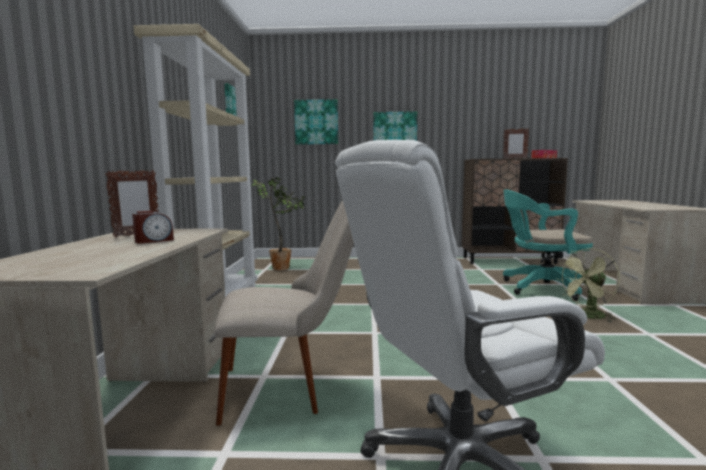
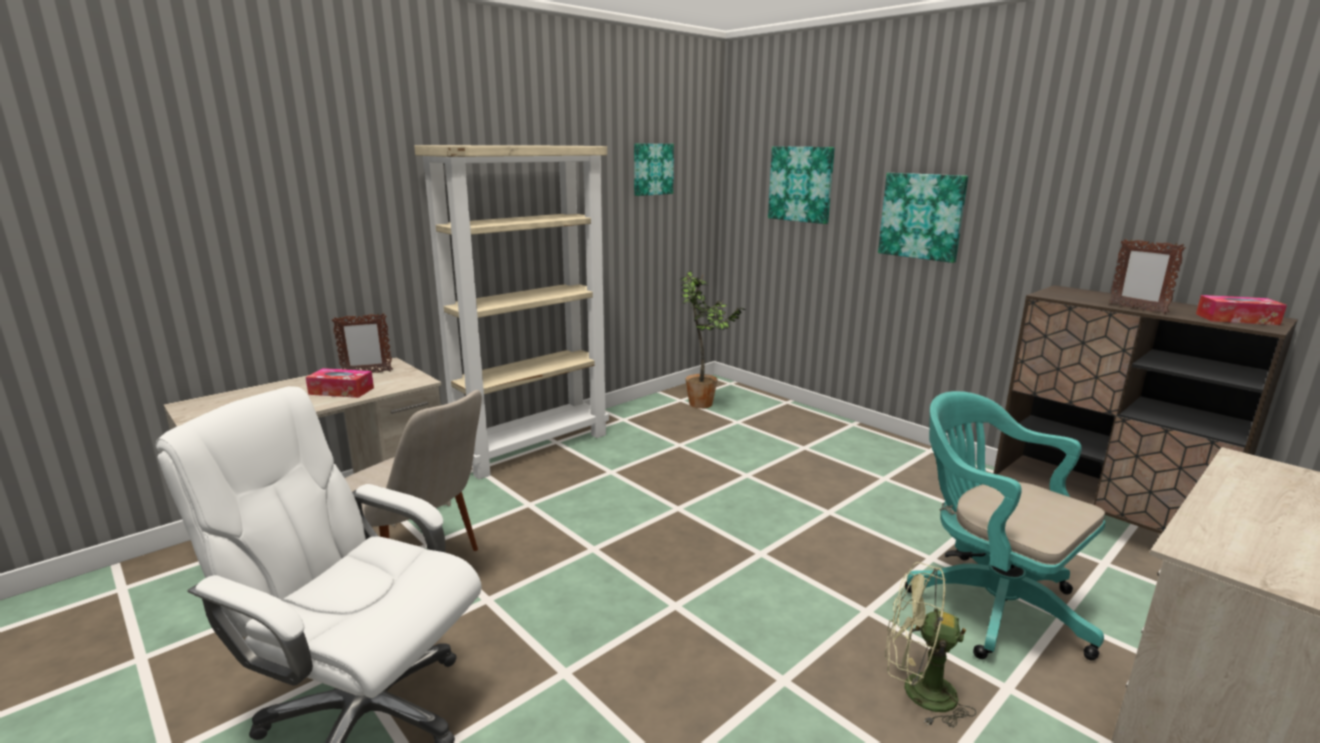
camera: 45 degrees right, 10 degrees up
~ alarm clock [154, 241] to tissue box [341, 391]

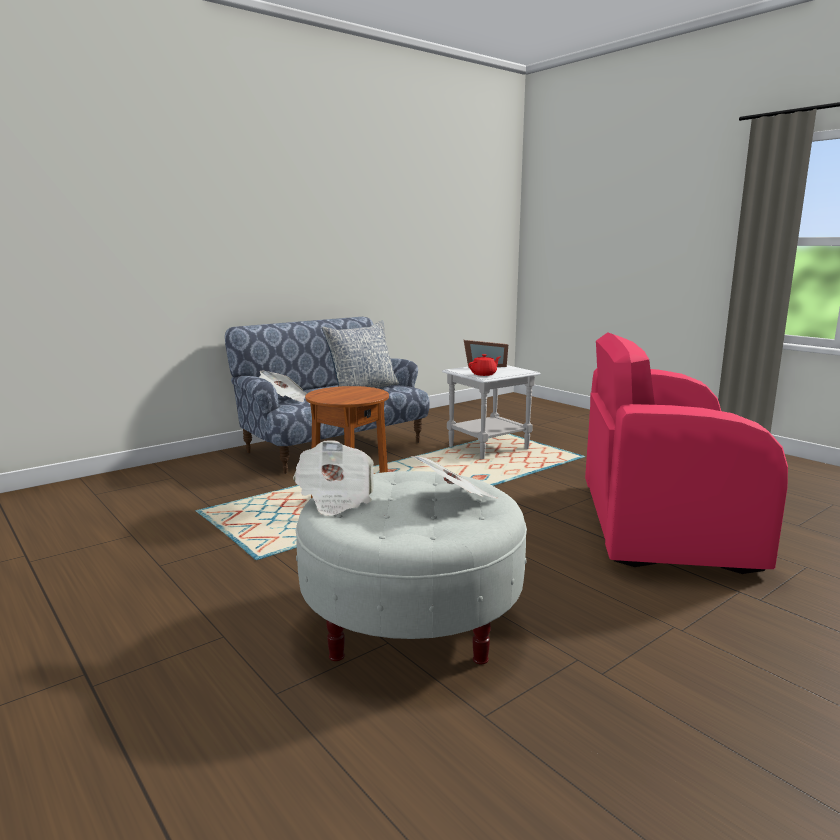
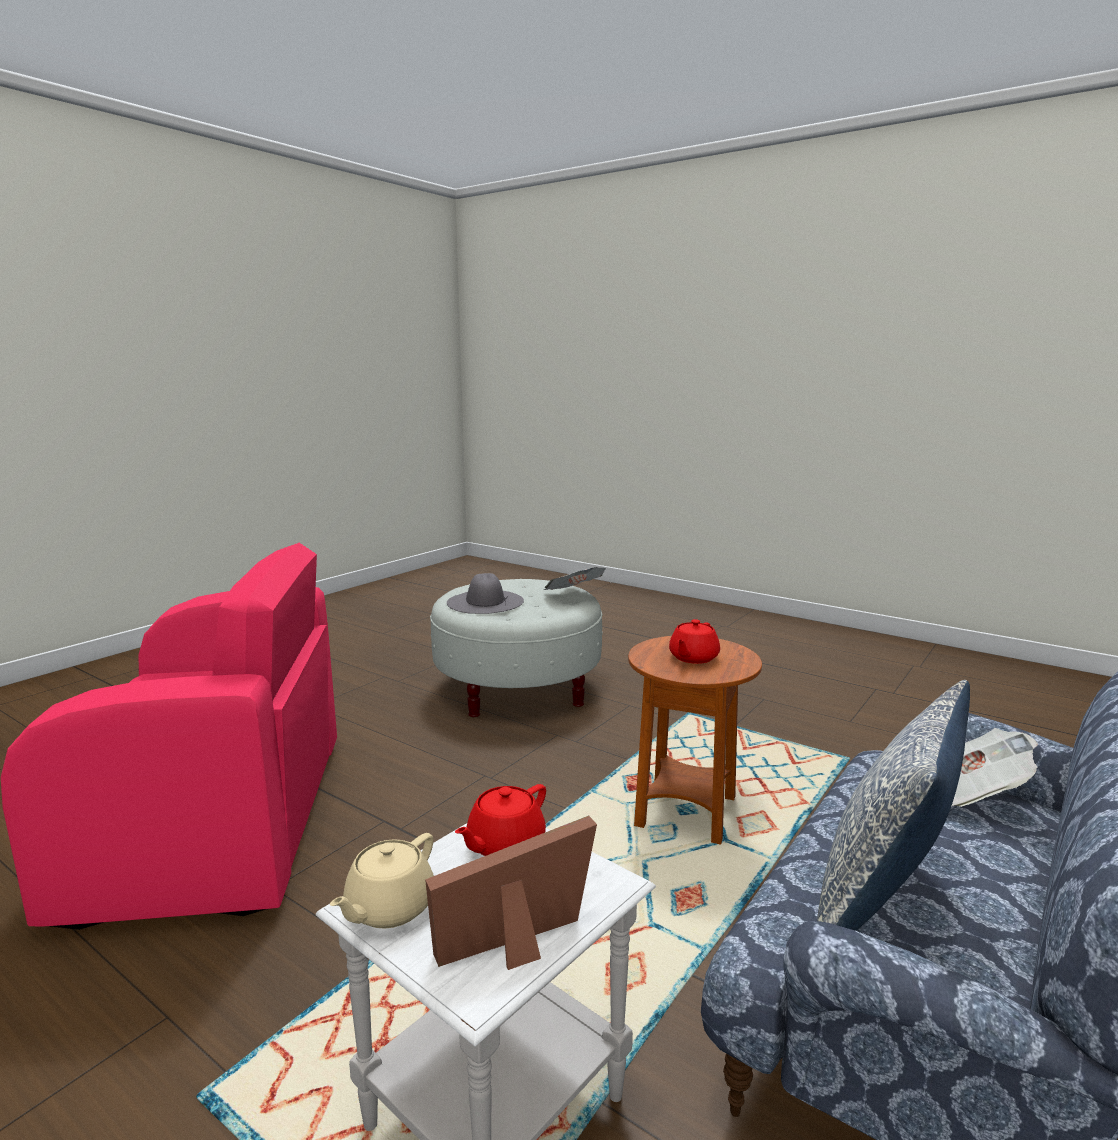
camera: 165 degrees right, 0 degrees up
~ newspaper [454, 499] to hat (grey) [485, 601]
+ teapot (beige) [388, 908]
+ teapot (red) [693, 658]

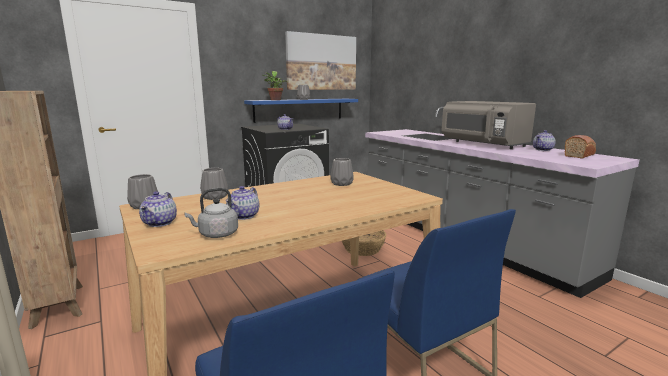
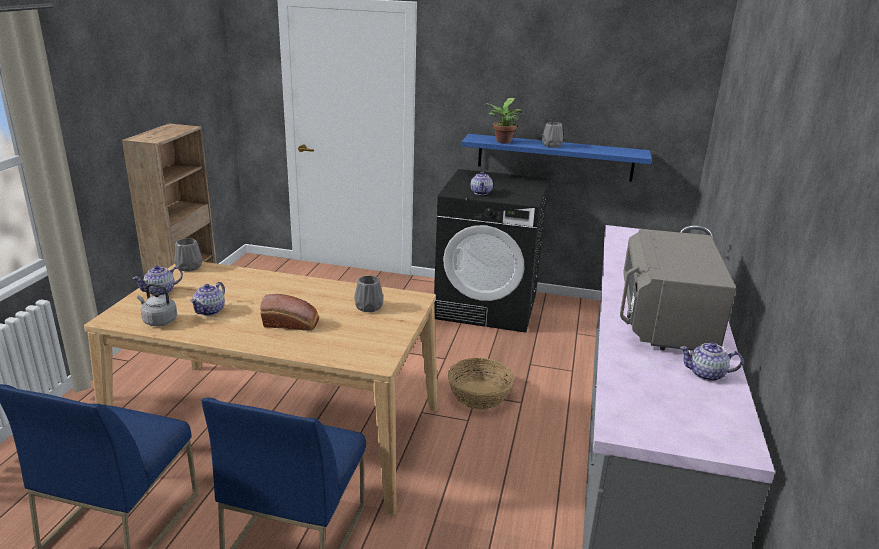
camera: 45 degrees right, 10 degrees up
- vase (grey) [214, 197]
~ teapot [244, 216] = [210, 311] 45 degrees counterclockwise
- picture [321, 62]
~ bread [580, 155] to [292, 324]

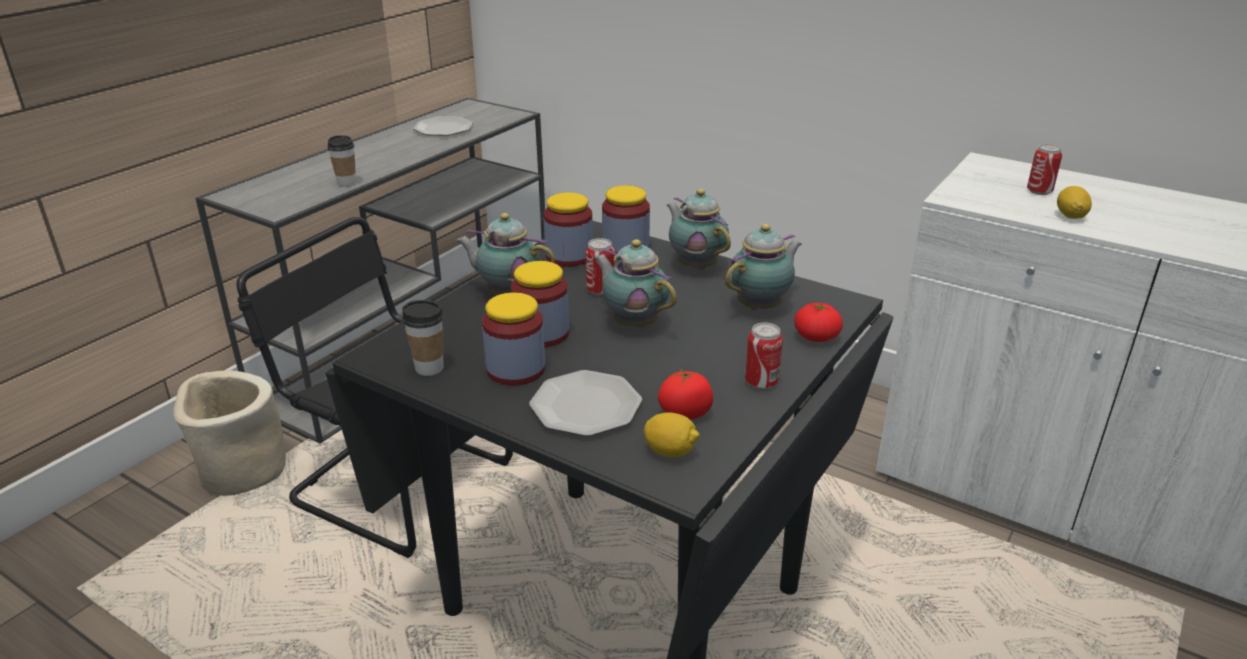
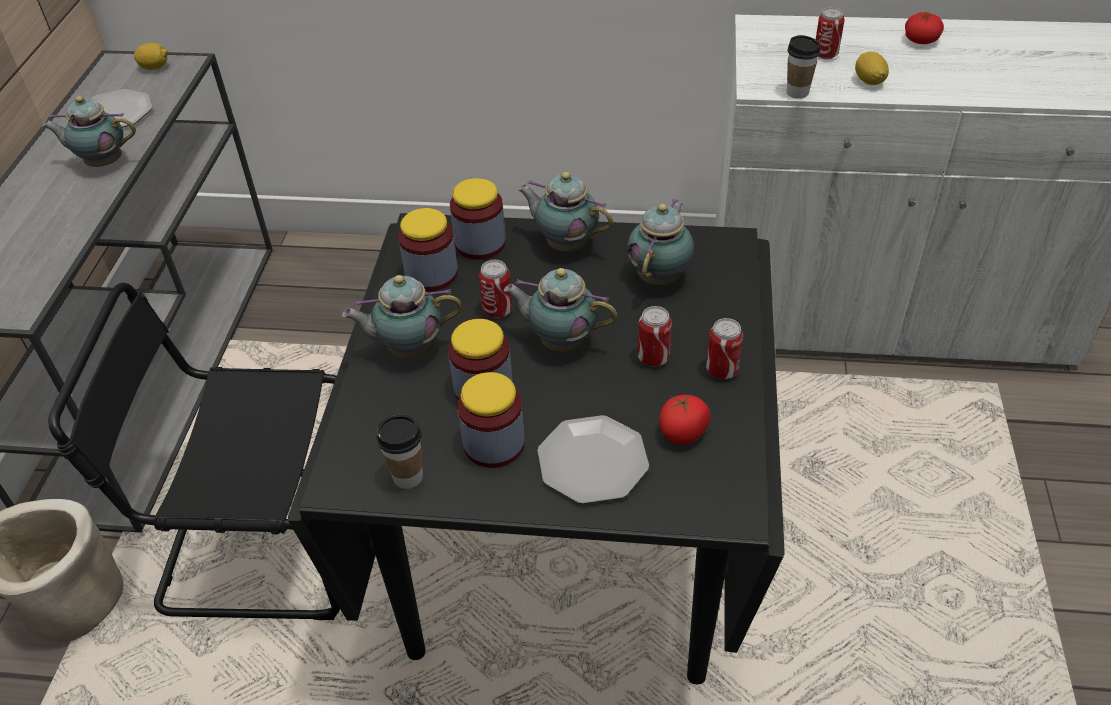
camera: 25 degrees left, 15 degrees up
~ cup [346, 183] to [797, 92]
~ lemon [670, 451] to [155, 67]
~ tomato [816, 337] to [921, 40]
+ teapot [103, 163]
+ can [653, 358]

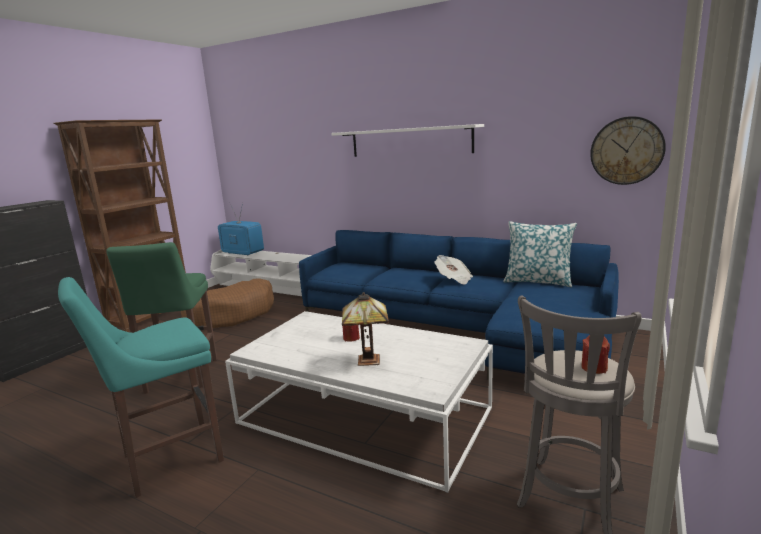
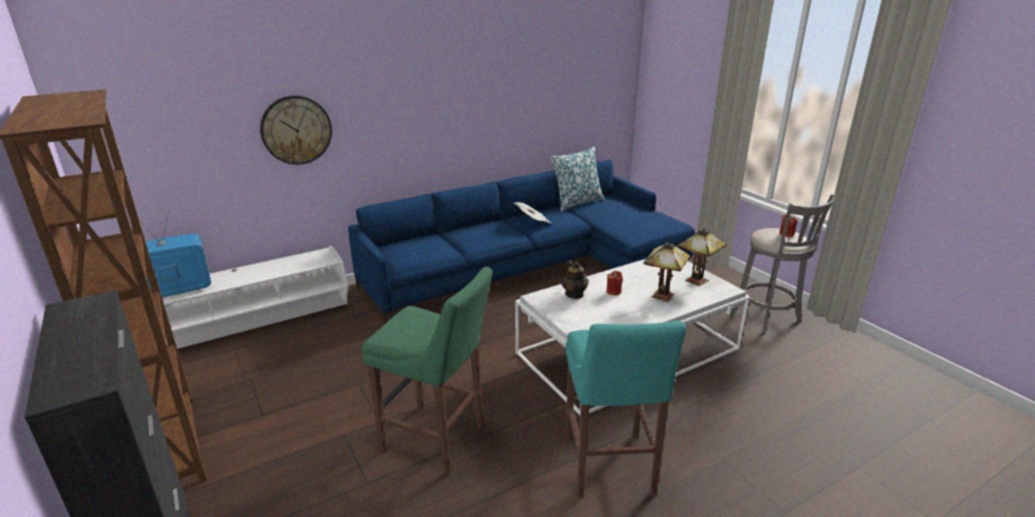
camera: 60 degrees left, 10 degrees up
- dog bed (brown) [232, 314]
- shelf (white) [410, 141]
~ wall clock [626, 151] to [296, 130]
+ teapot [574, 294]
+ table lamp [696, 281]

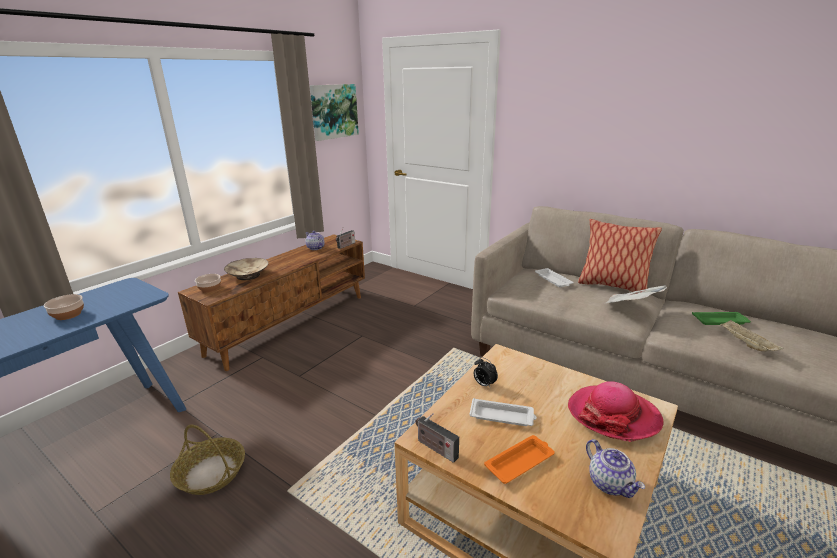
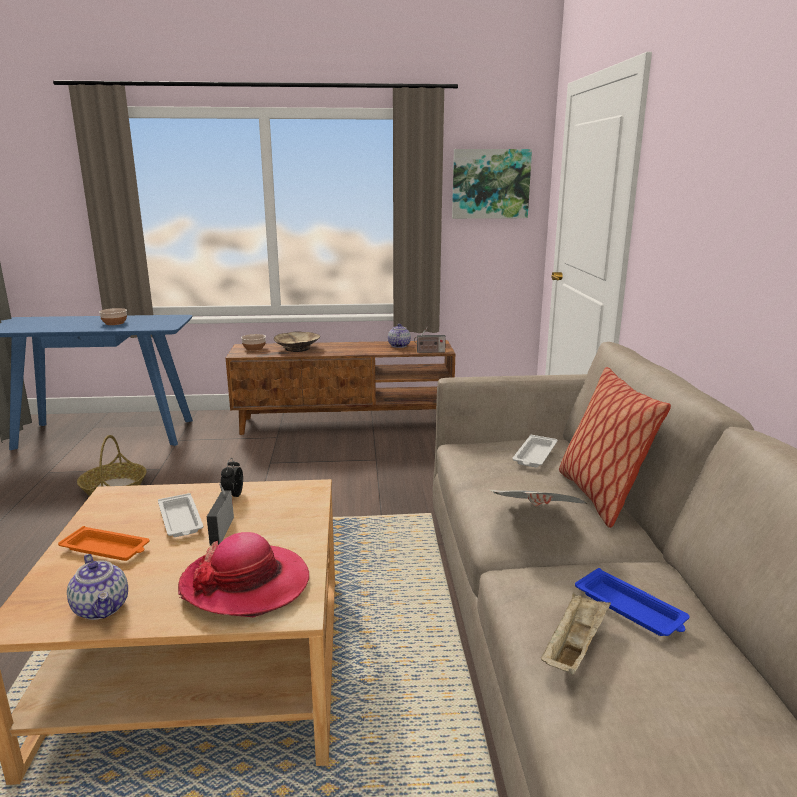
camera: 50 degrees right, 5 degrees down
~ radio [435, 448] to [222, 529]
~ teapot [610, 484] = [102, 608] 60 degrees counterclockwise
~ tray (green) [720, 321] to tray (blue) [631, 609]

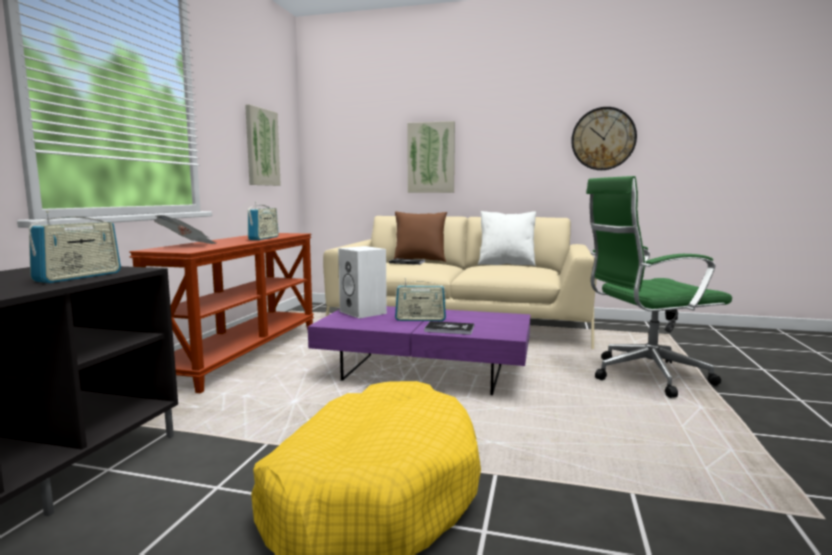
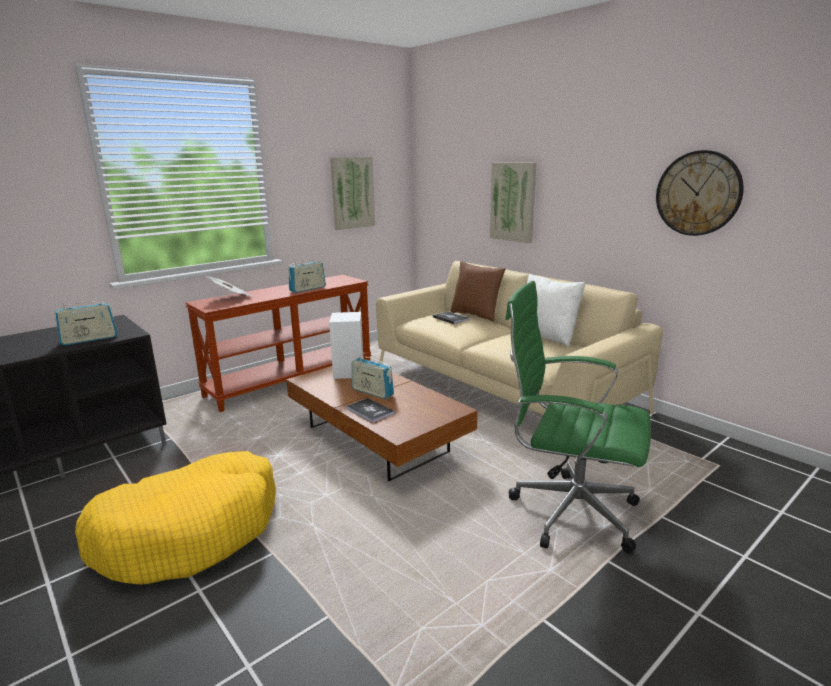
camera: 35 degrees right, 10 degrees up
~ coffee table (purple) [424, 373] to coffee table (brown) [378, 439]

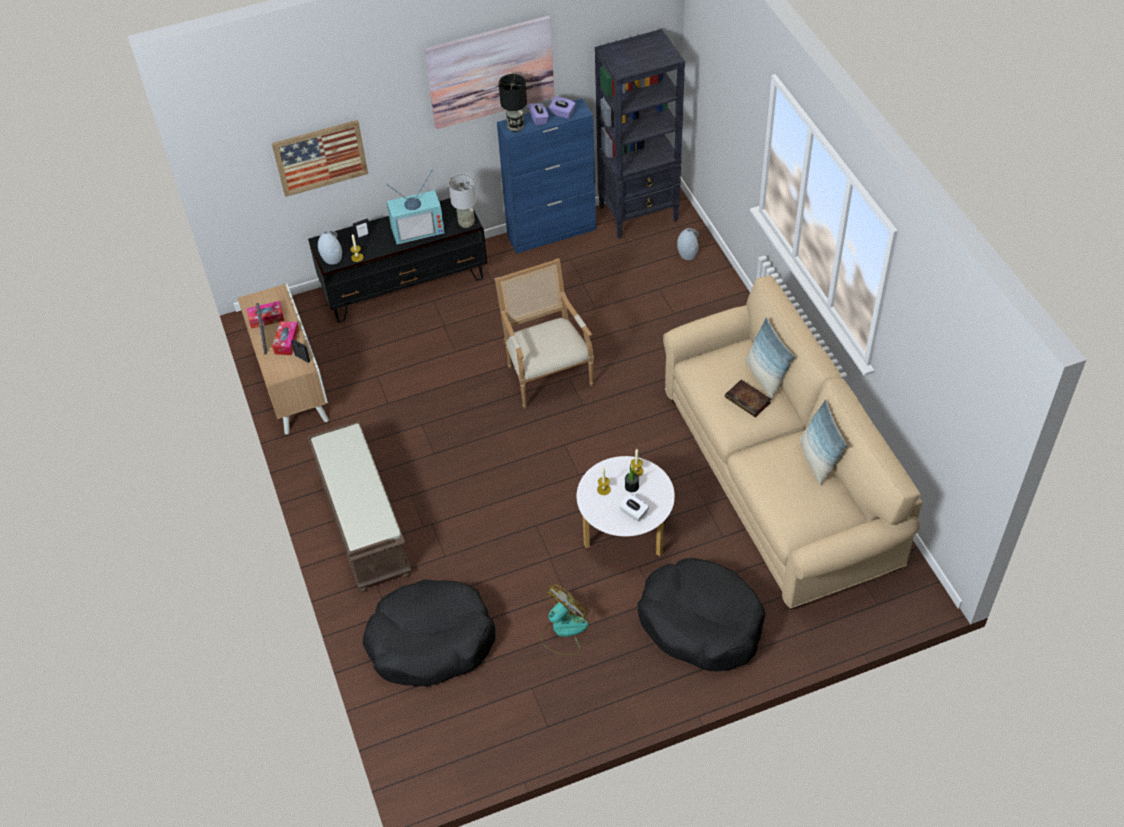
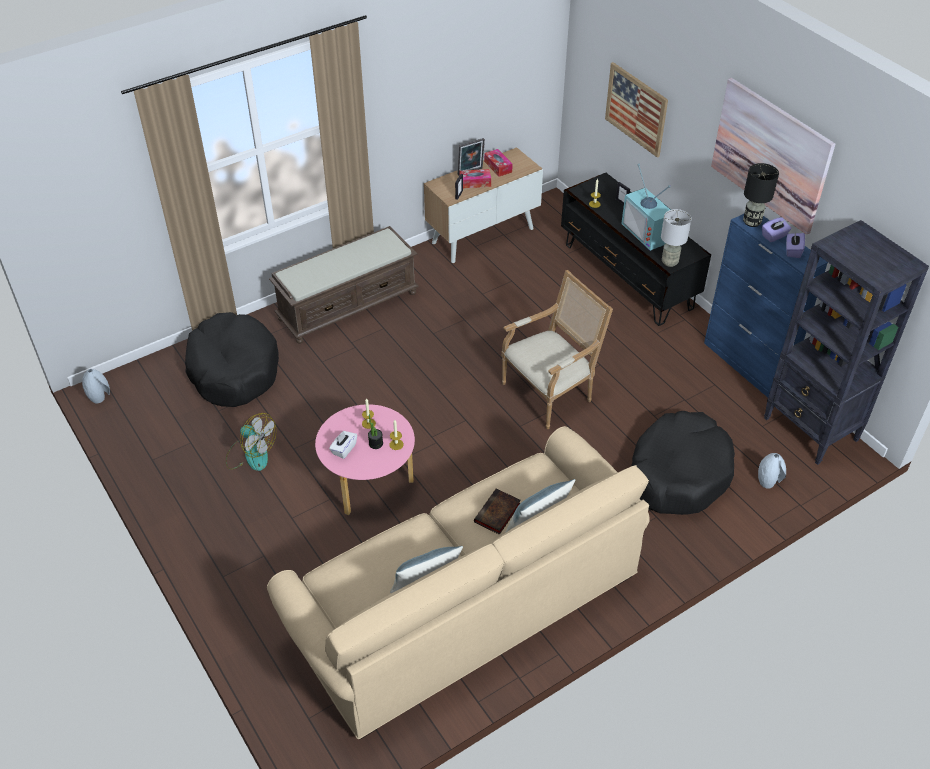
camera: 75 degrees right, 5 degrees down
~ vase (grey) [332, 258] to [100, 396]
~ coffee table (white) [625, 532] to coffee table (pink) [369, 482]
~ dog bed (black) [701, 623] to [678, 473]

